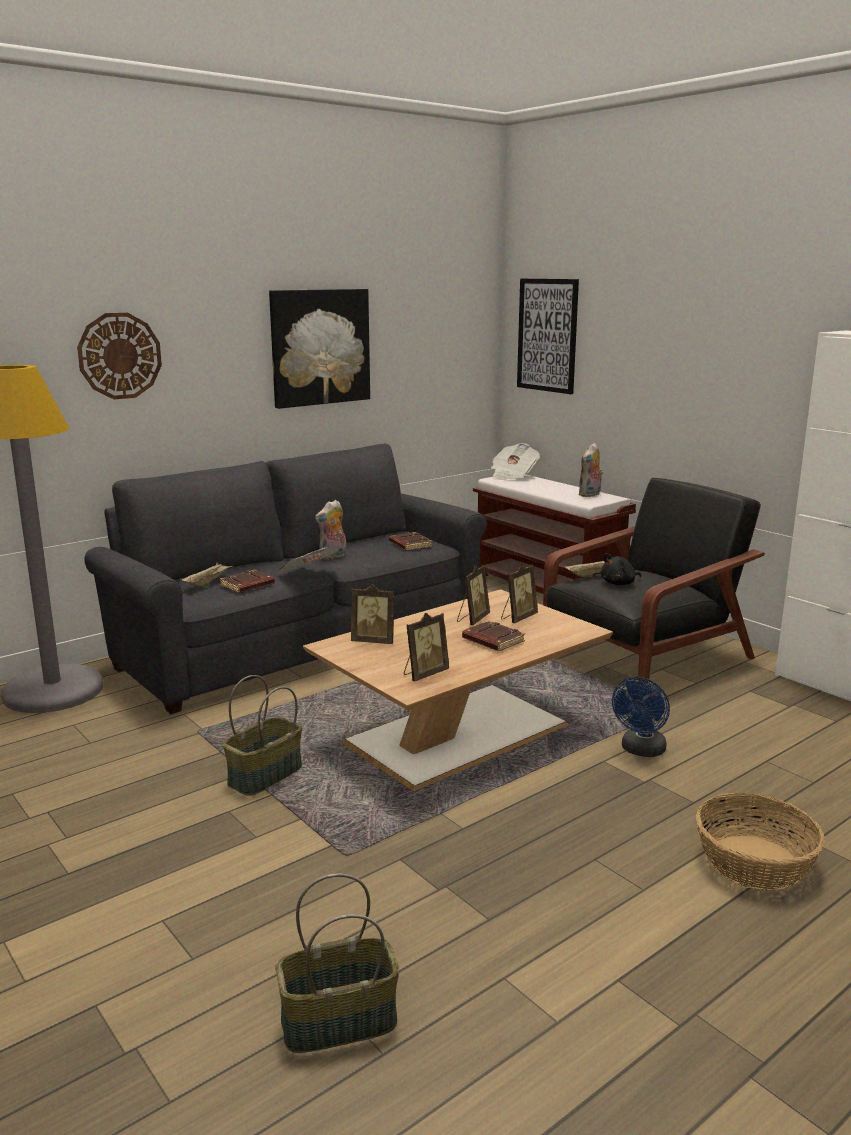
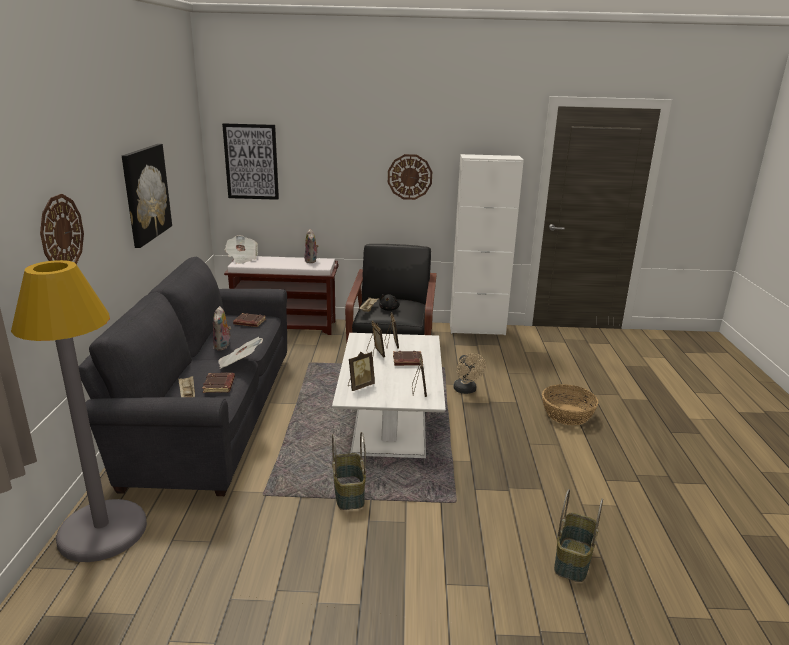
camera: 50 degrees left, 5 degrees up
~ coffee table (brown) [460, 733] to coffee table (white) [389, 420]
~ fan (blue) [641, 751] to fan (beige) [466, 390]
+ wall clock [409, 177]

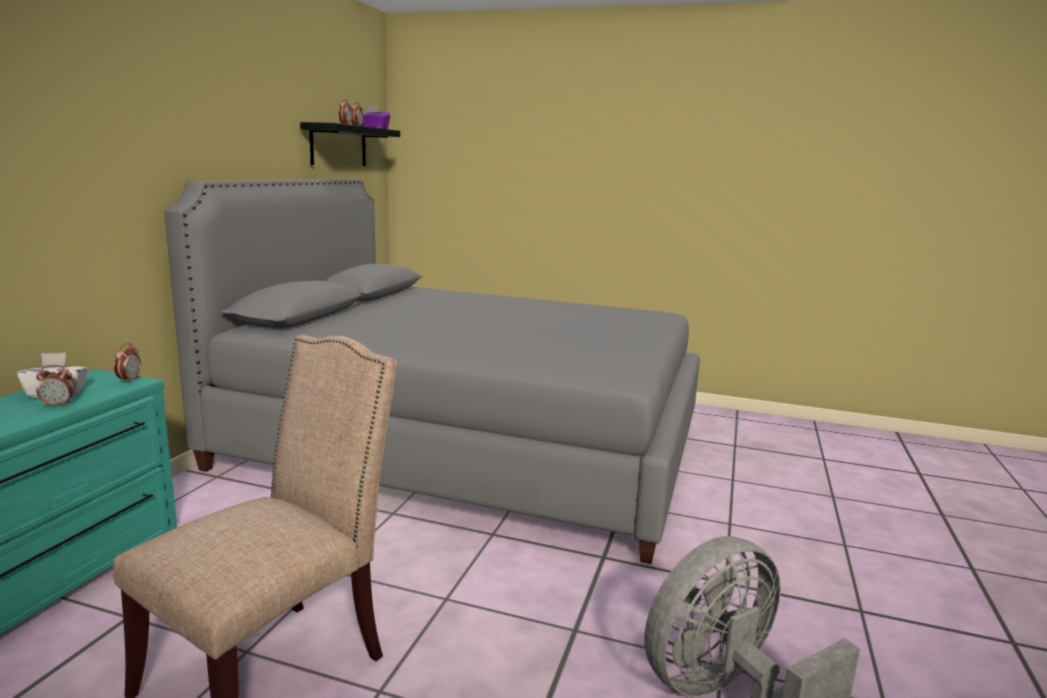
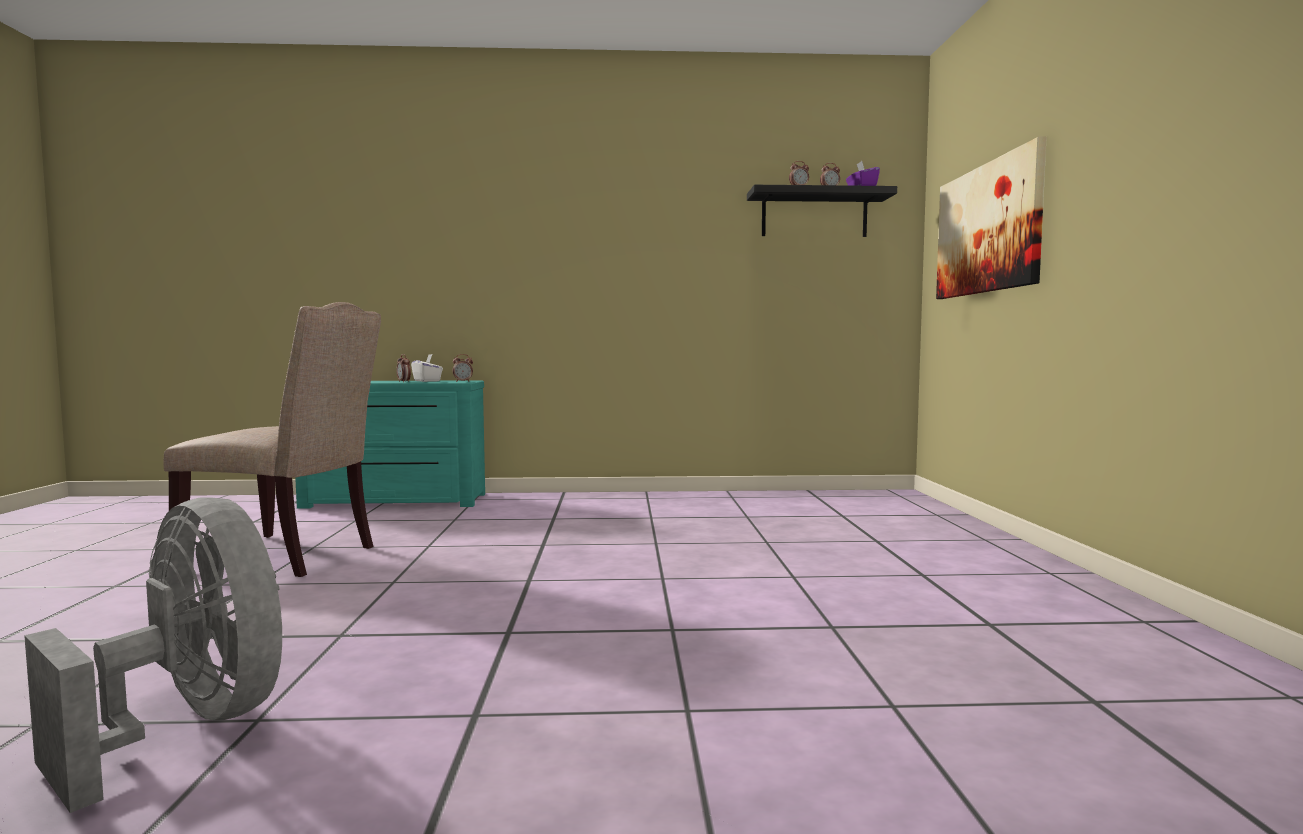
camera: 70 degrees right, 10 degrees down
- bed (grey) [468, 446]
+ picture [987, 229]

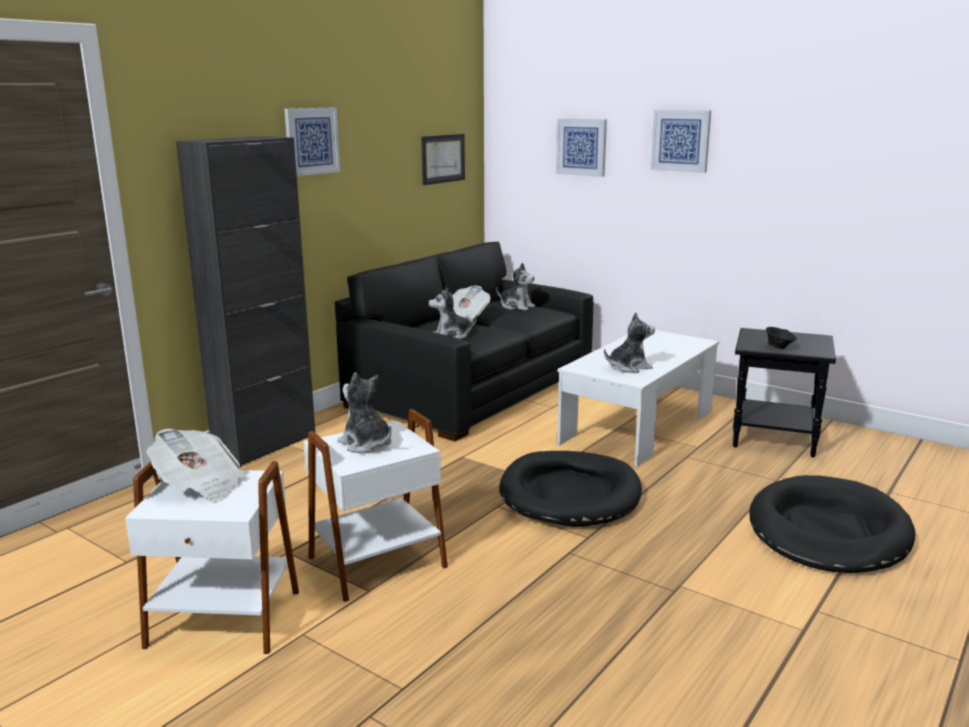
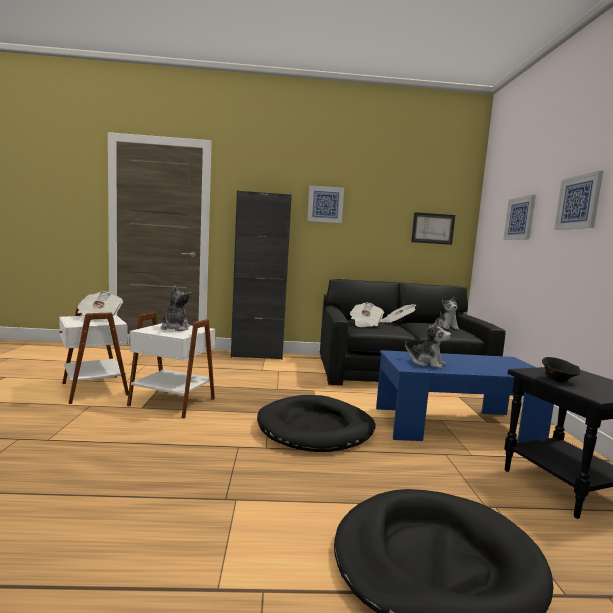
camera: 50 degrees right, 10 degrees down
~ plush toy [451, 336] to newspaper [365, 324]
~ coffee table (white) [638, 426] to coffee table (blue) [455, 425]

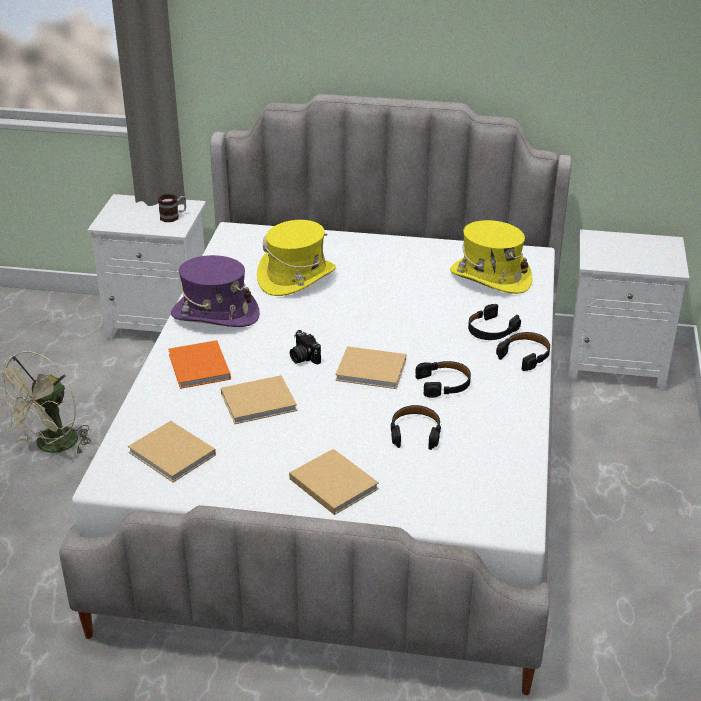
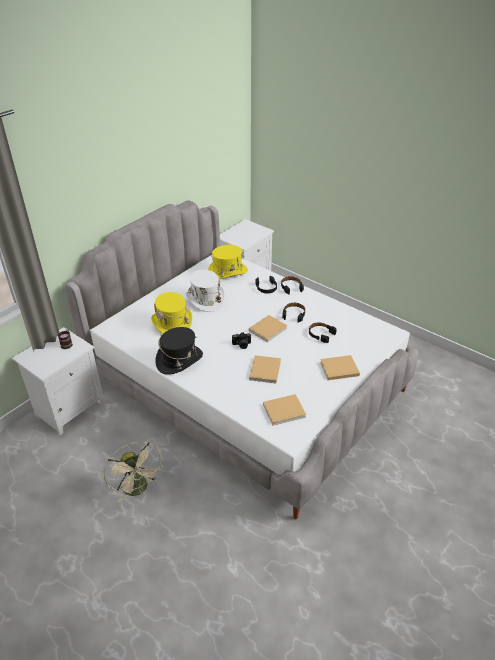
camera: 60 degrees left, 5 degrees up
- book (orange) [199, 368]
~ hat (purple) [215, 314] to hat (black) [179, 360]
+ hat (white) [205, 299]

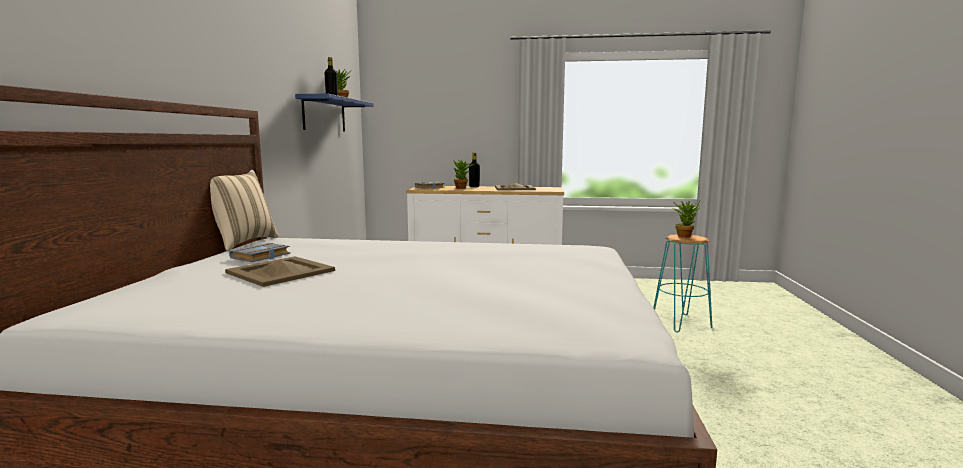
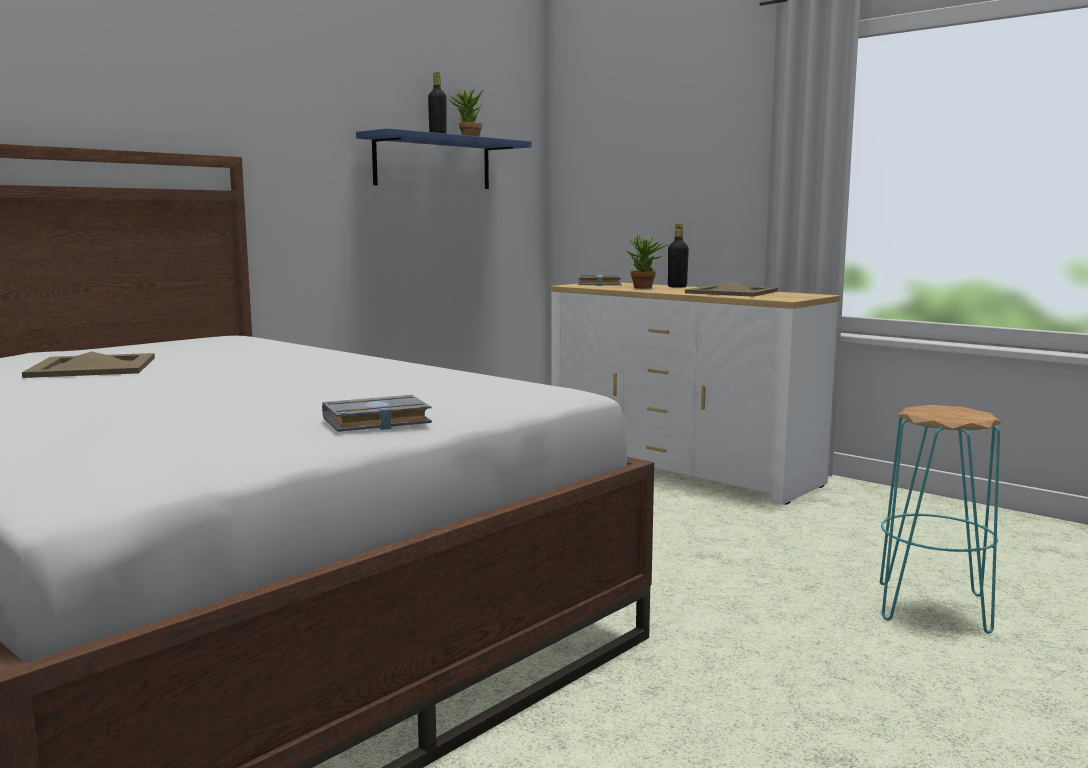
camera: 35 degrees right, 0 degrees up
- pillow (beige) [242, 243]
~ book (grey) [261, 257] to [375, 422]
- potted plant [685, 236]

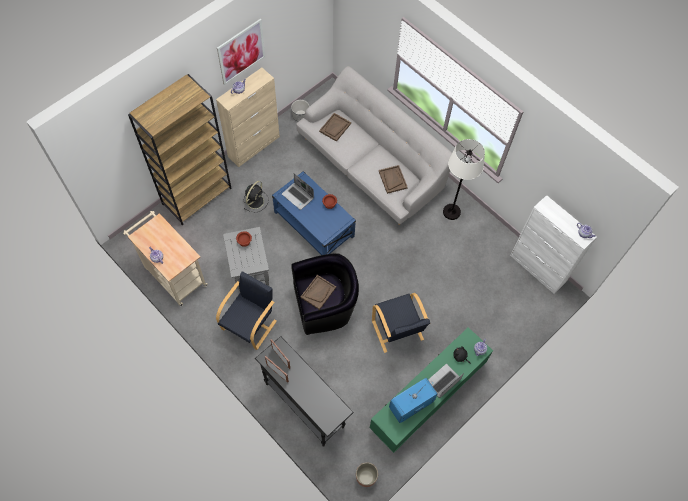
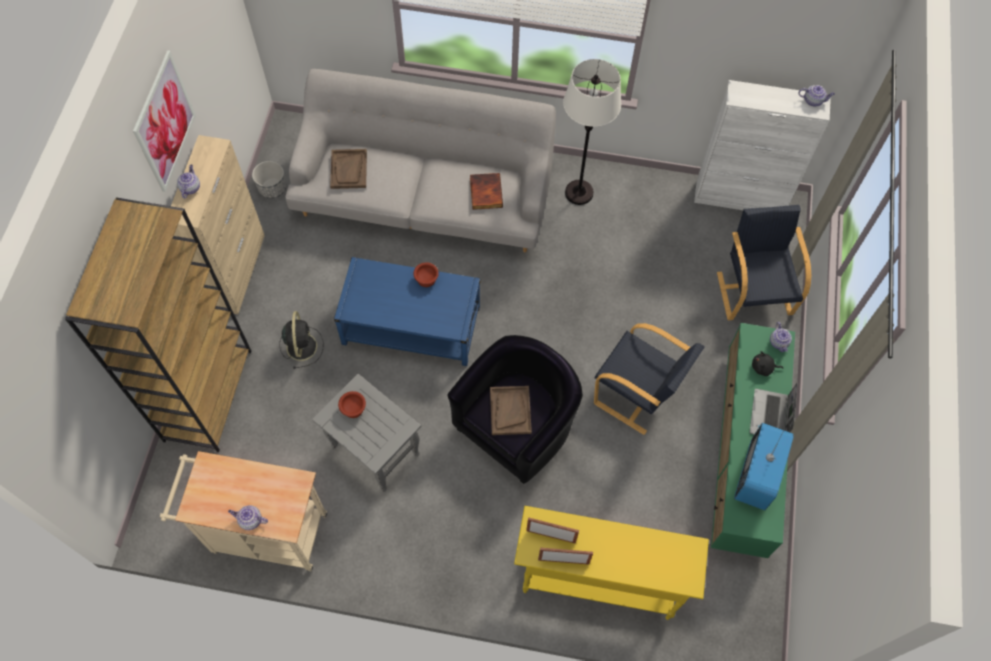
camera: 35 degrees left, 0 degrees up
~ armchair (black) [250, 324] to [754, 292]
~ console table (black) [304, 404] to console table (yellow) [598, 581]
- laptop [298, 196]
- planter [366, 477]
~ tray (brown) [392, 179] to book [485, 192]

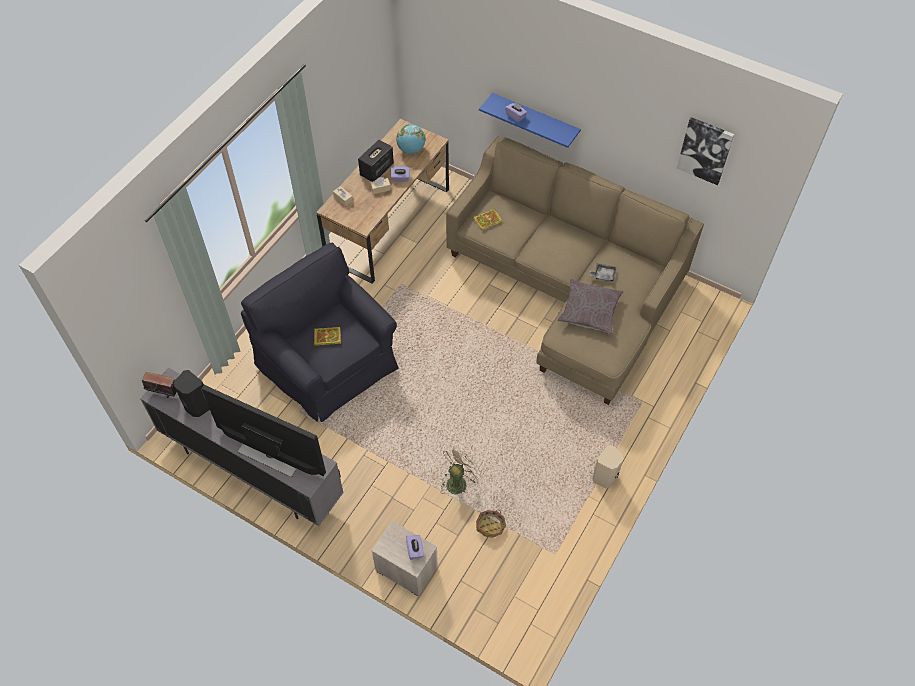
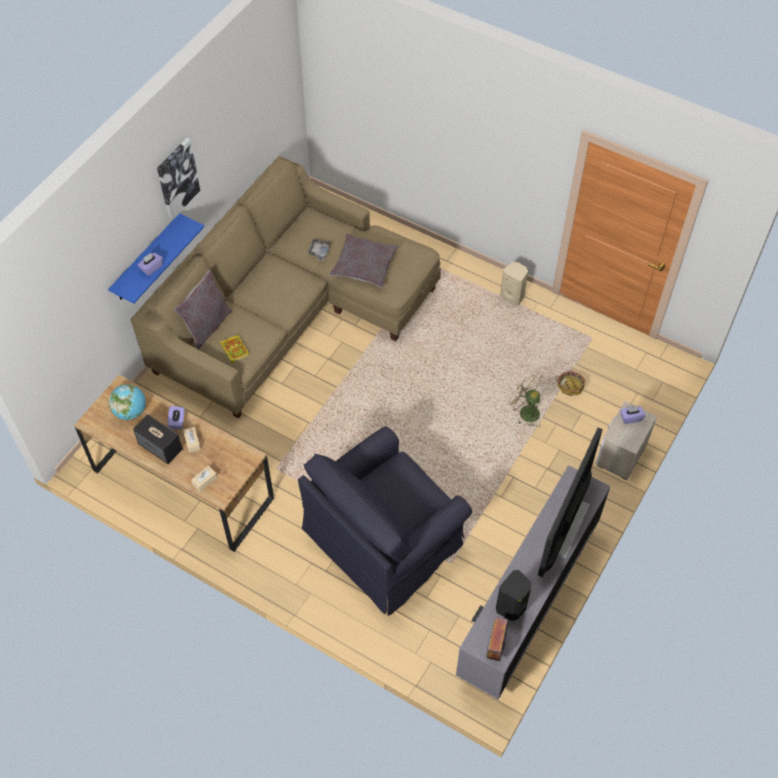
camera: 90 degrees left, 0 degrees up
- book [327, 337]
~ picture [705, 150] to [177, 178]
+ pillow (grey) [207, 326]

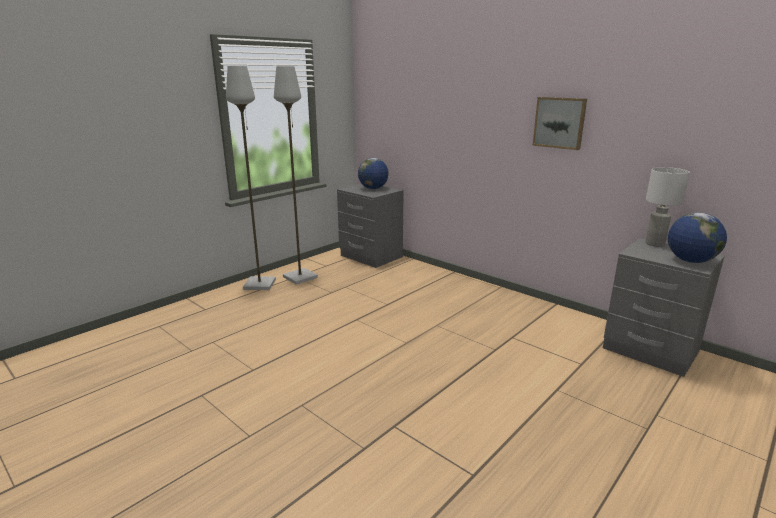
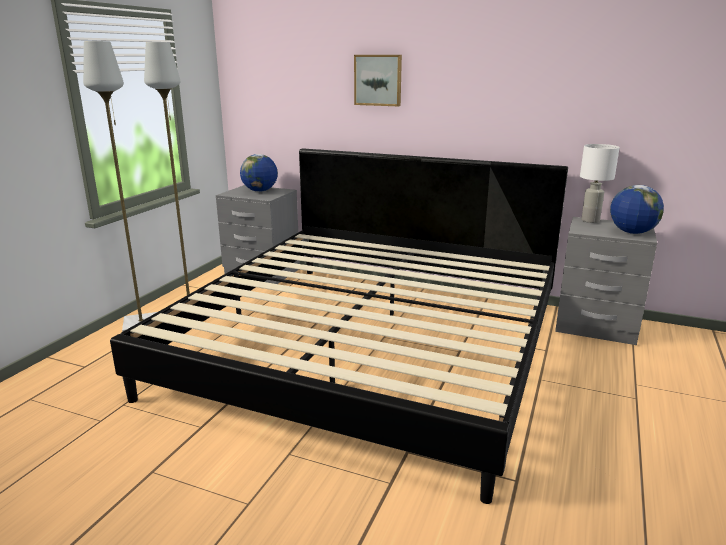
camera: 20 degrees left, 0 degrees up
~ picture [559, 122] to [378, 80]
+ bed [369, 347]

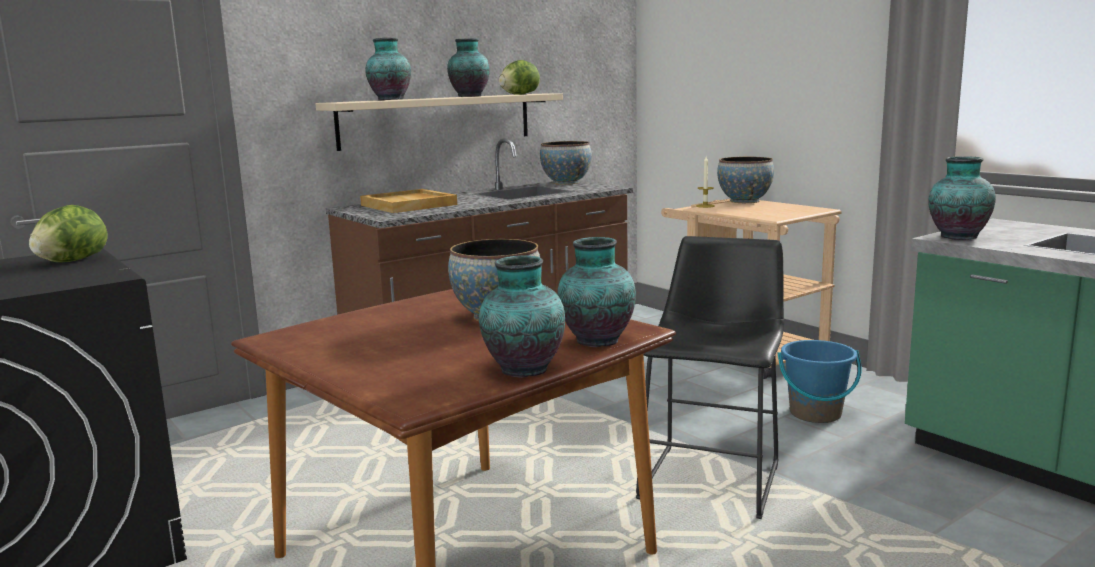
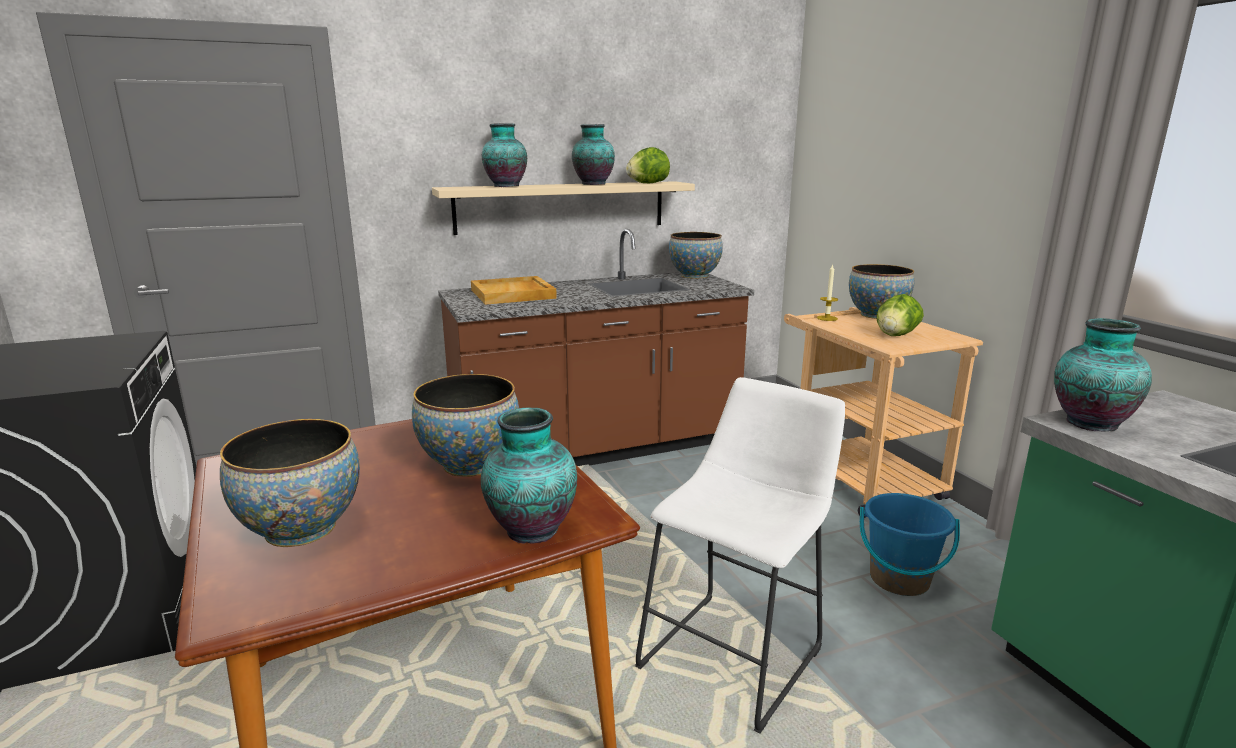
camera: 15 degrees right, 5 degrees up
~ lettuce [71, 261] to [896, 335]
- vase [522, 370]
~ stool (black) [713, 477] to stool (white) [737, 653]
+ bowl [301, 529]

